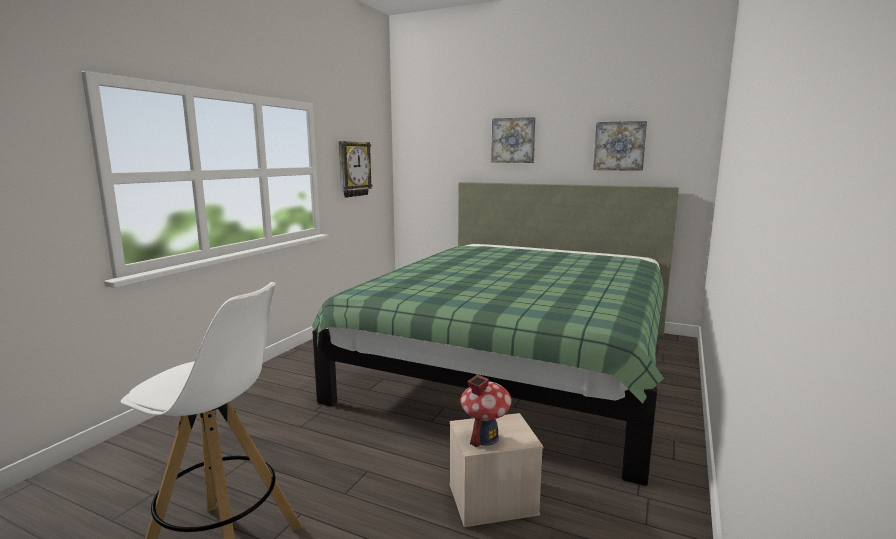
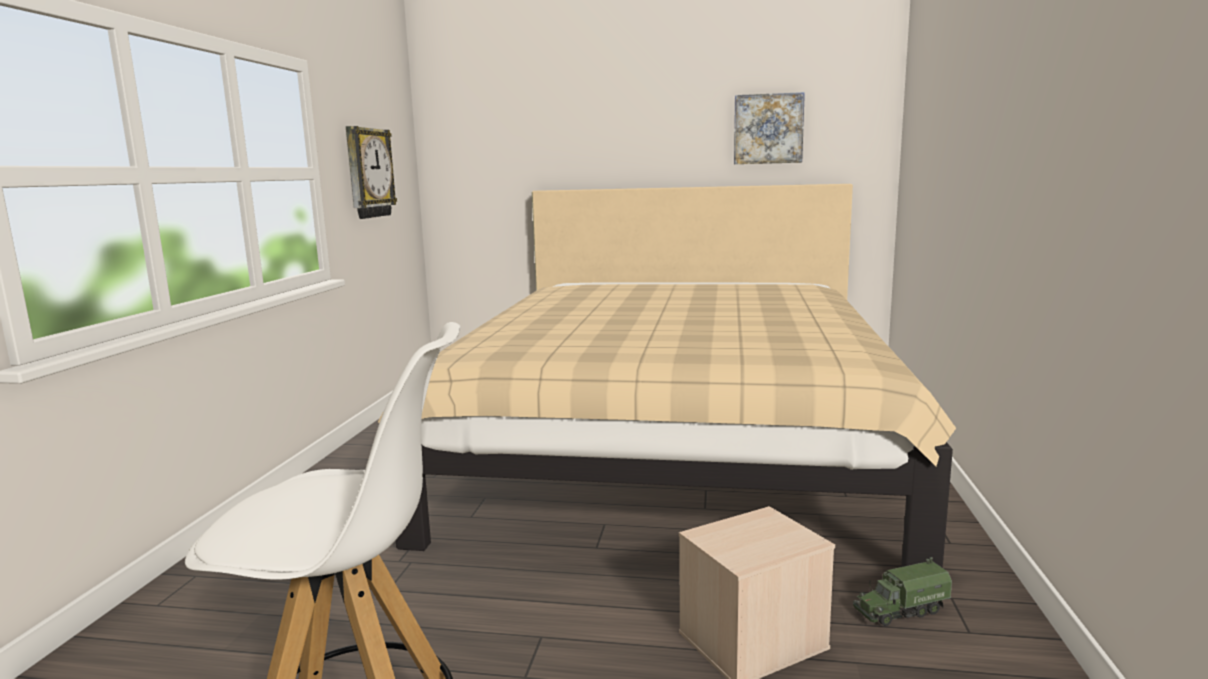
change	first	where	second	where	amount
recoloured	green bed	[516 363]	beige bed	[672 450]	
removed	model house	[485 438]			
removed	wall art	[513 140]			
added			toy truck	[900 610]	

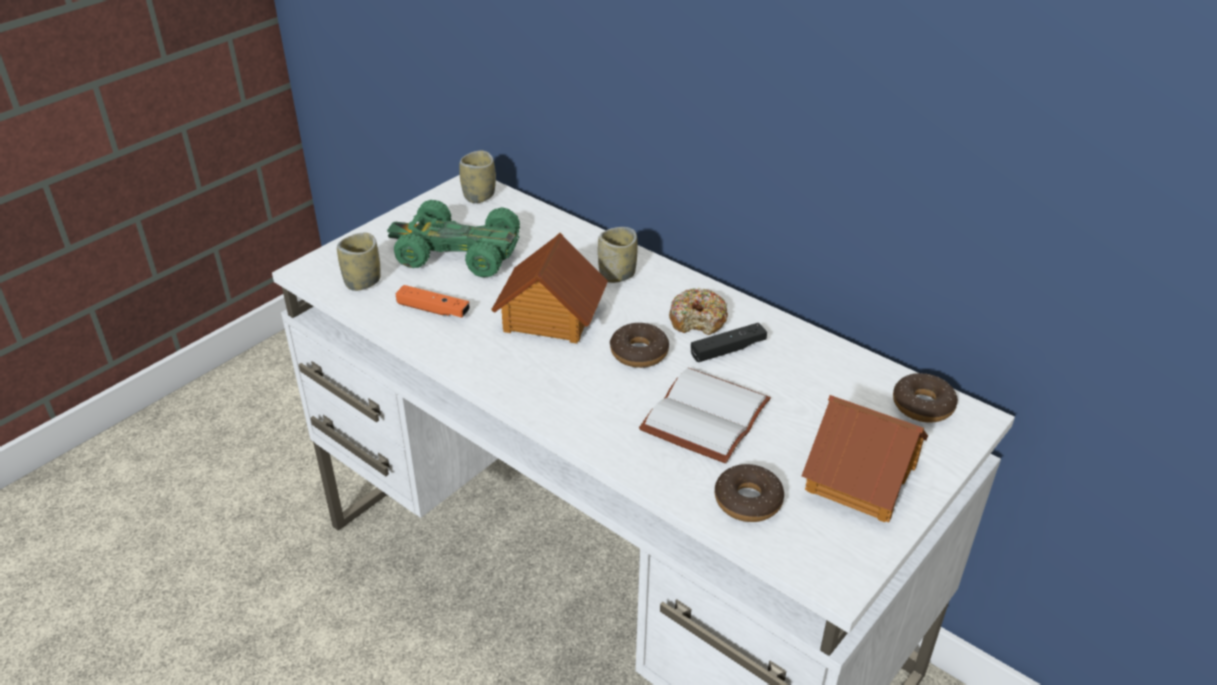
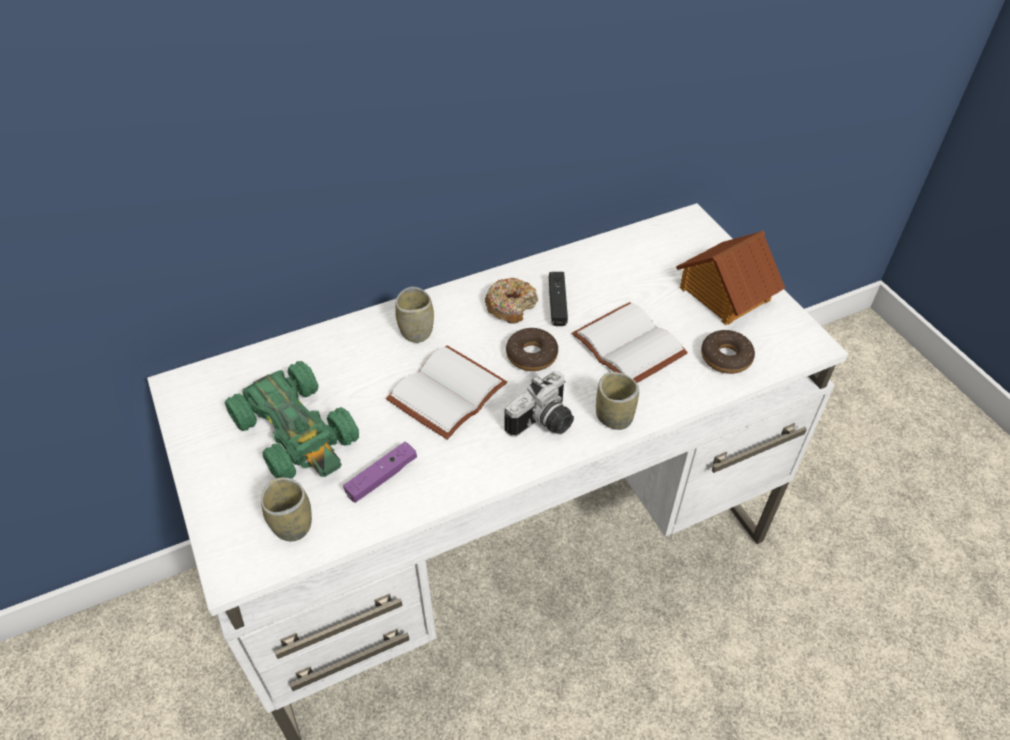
change	first	where	second	where	amount
turned	green model car	[456 252]		[297 432]	75 degrees counterclockwise
recoloured	orangey game controller	[433 309]	purple-coloured game controller	[381 477]	
moved	drinking cup	[479 196]		[614 417]	
replaced	model house	[549 317]	white-coloured book	[448 395]	
removed	donut	[922 405]			
added			photo camera	[544 423]	

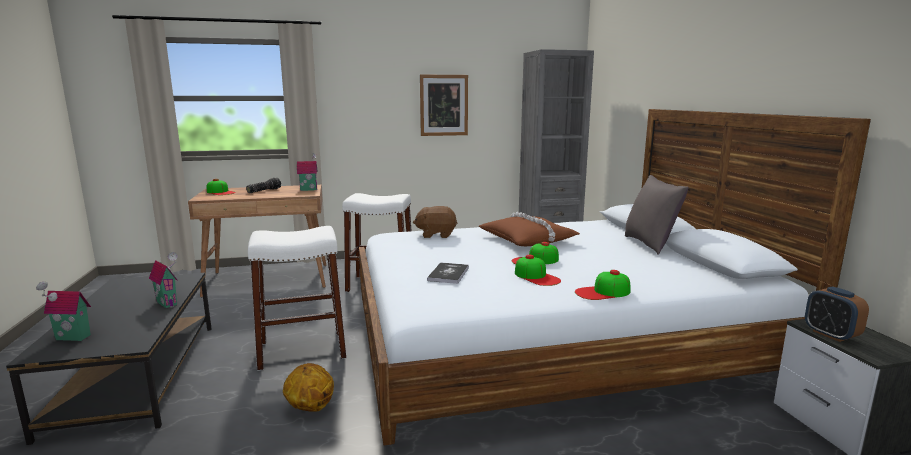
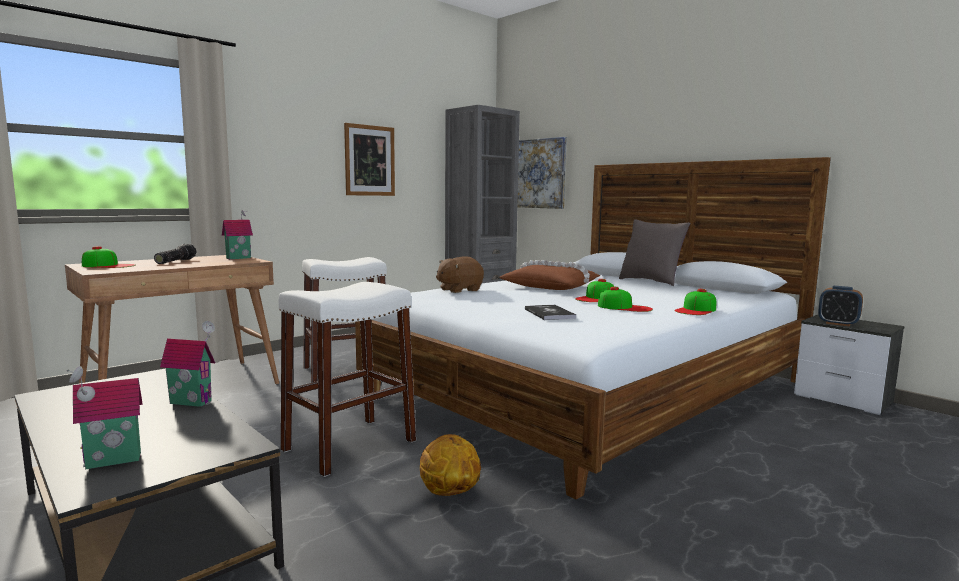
change	first	where	second	where	amount
added			wall art	[538 173]	

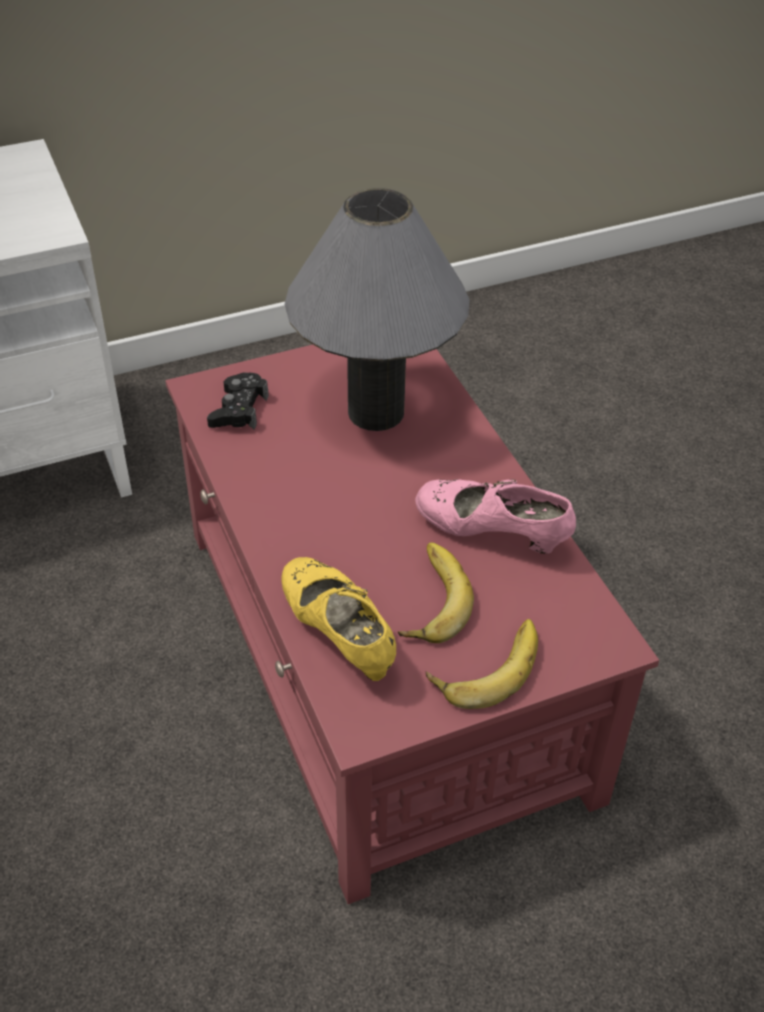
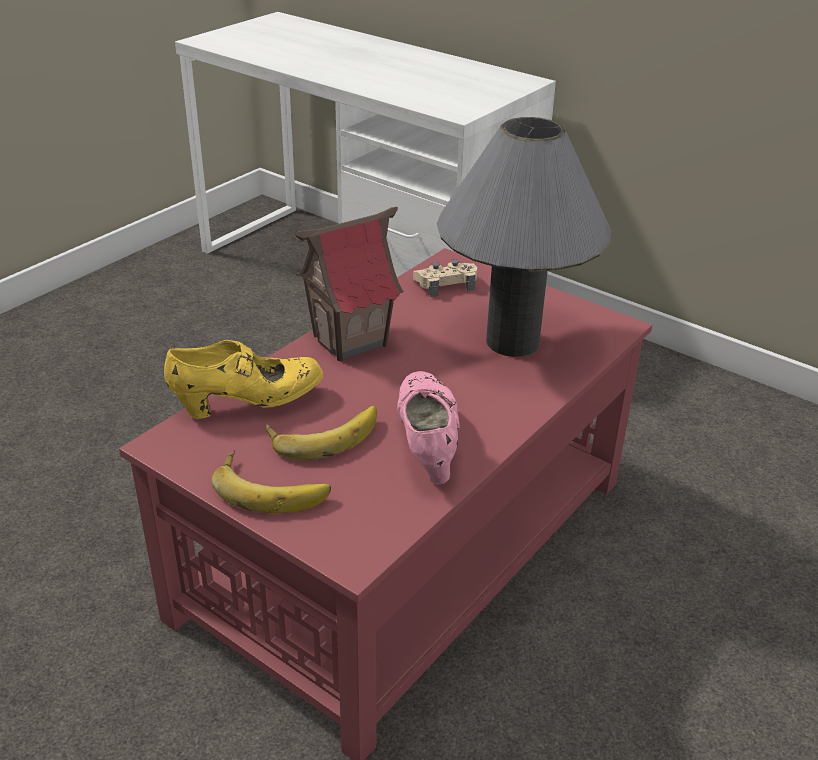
change	first	where	second	where	amount
recoloured	blackish game controller	[239 410]	beige game controller	[445 284]	
turned	yellow-coloured shoe	[338 637]		[249 403]	45 degrees clockwise
added			model house	[350 341]	

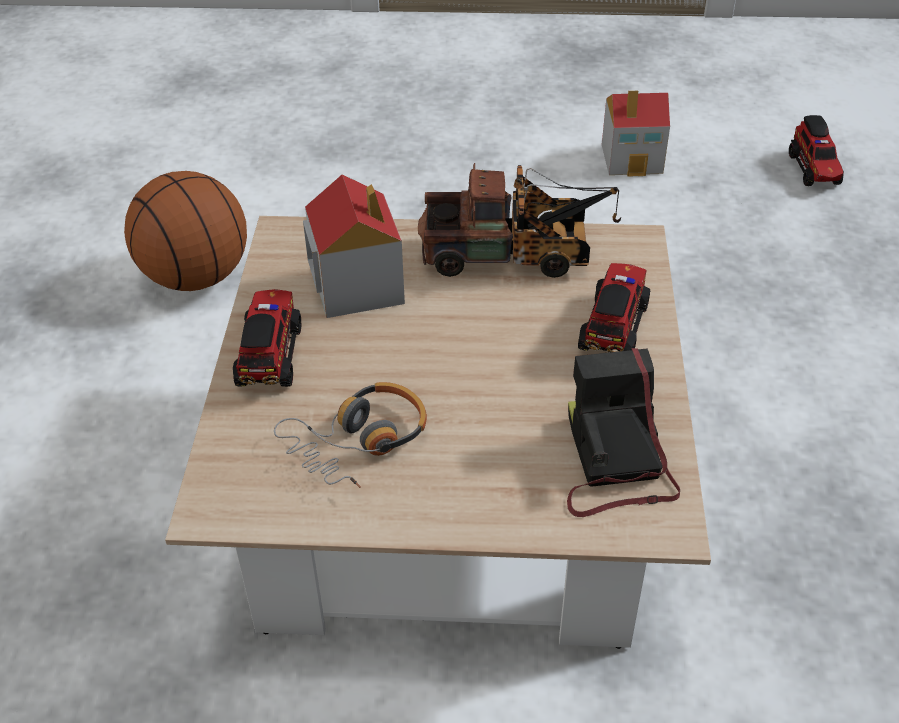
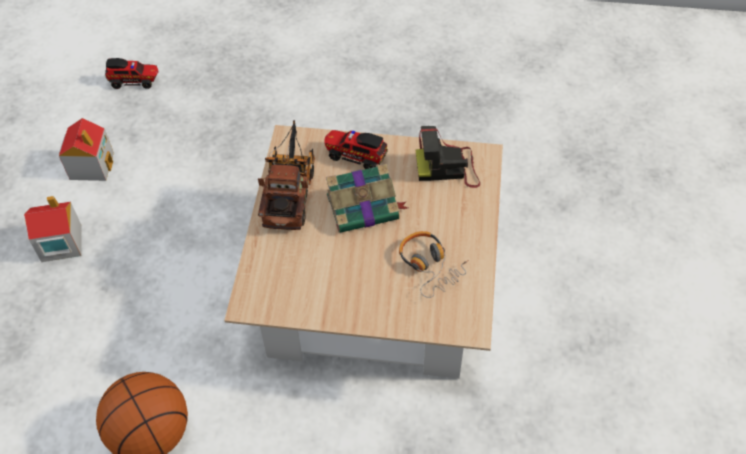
change	first	where	second	where	amount
removed	toy truck	[270 354]			
moved	model house	[357 285]		[60 243]	
added			book	[364 207]	

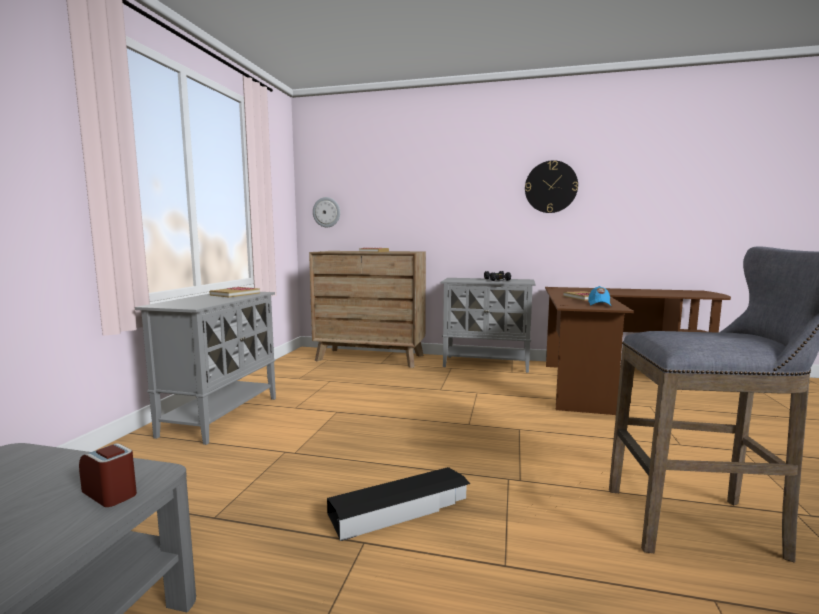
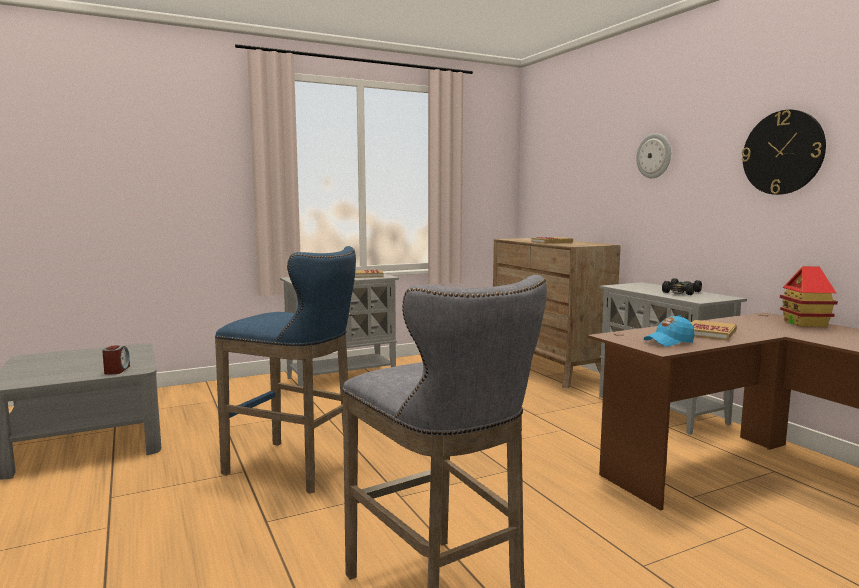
change	first	where	second	where	amount
moved	wall clock	[326 212]		[654 156]	
replaced	blackish storage container	[400 508]	blue sitting stool	[296 468]	
added			model house	[805 324]	

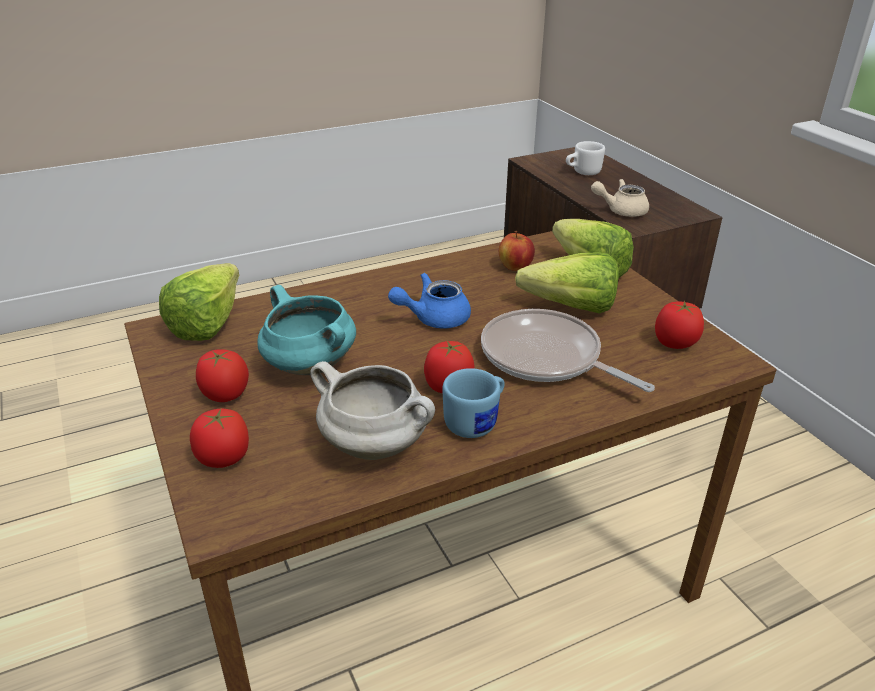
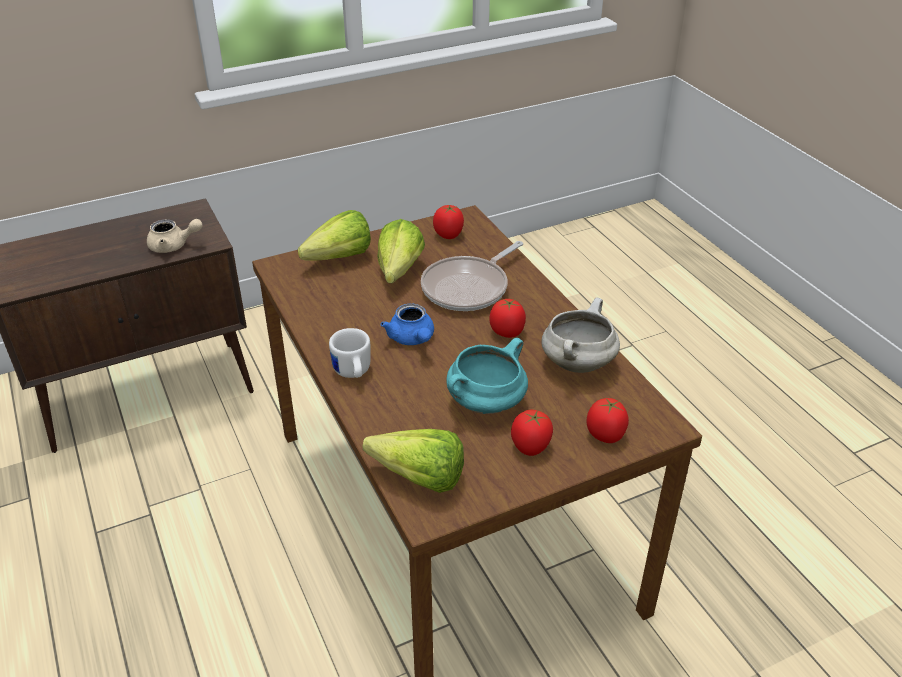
change	first	where	second	where	amount
removed	blue mug	[477 422]			
removed	whole apple	[515 267]			
moved	white-coloured mug	[582 172]		[352 373]	
turned	beige tea pot	[621 211]		[173 246]	90 degrees counterclockwise

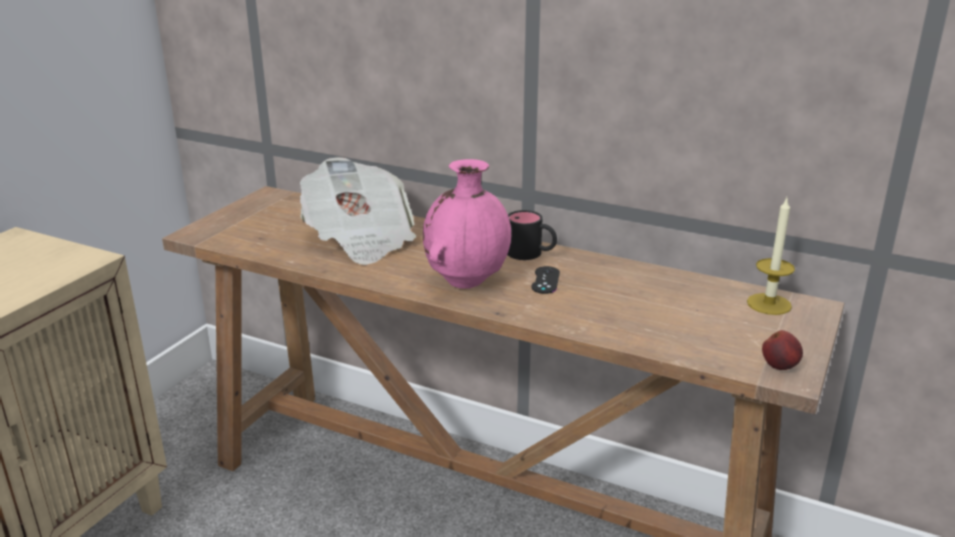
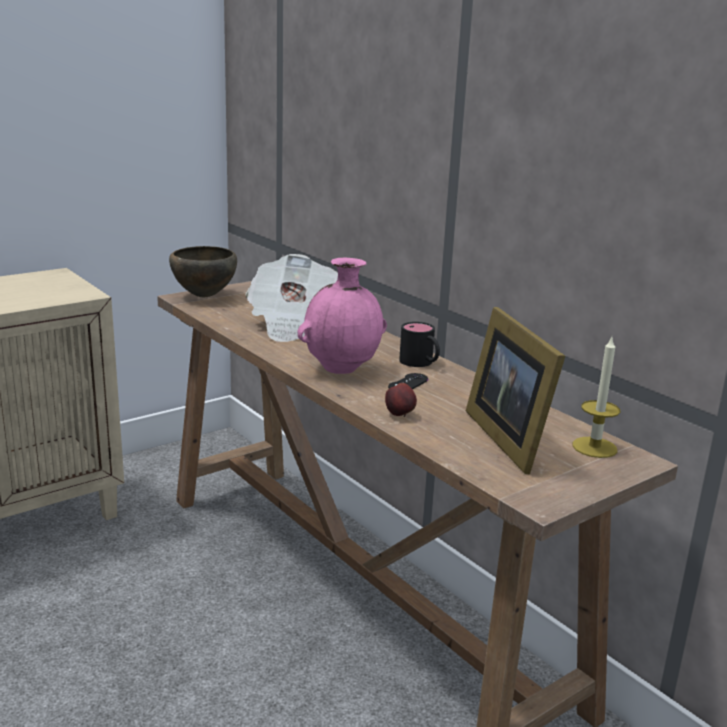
change	first	where	second	where	amount
moved	whole apple	[780 366]		[400 415]	
added			brownish deep dish	[203 296]	
added			standing frame	[510 437]	

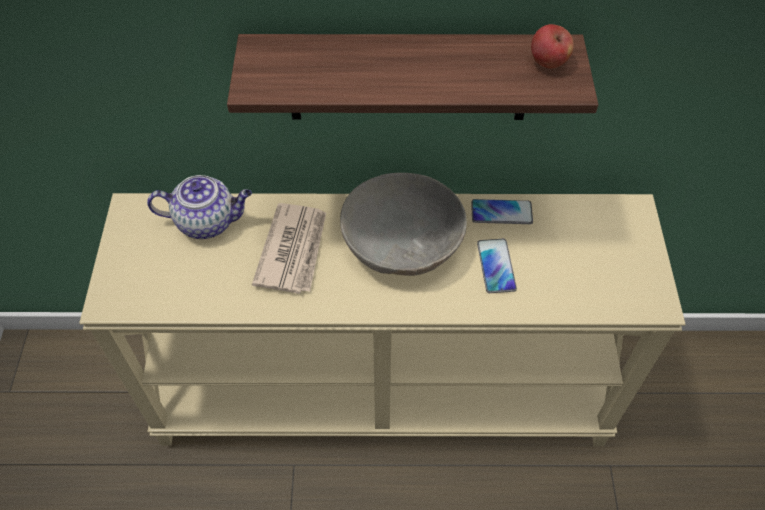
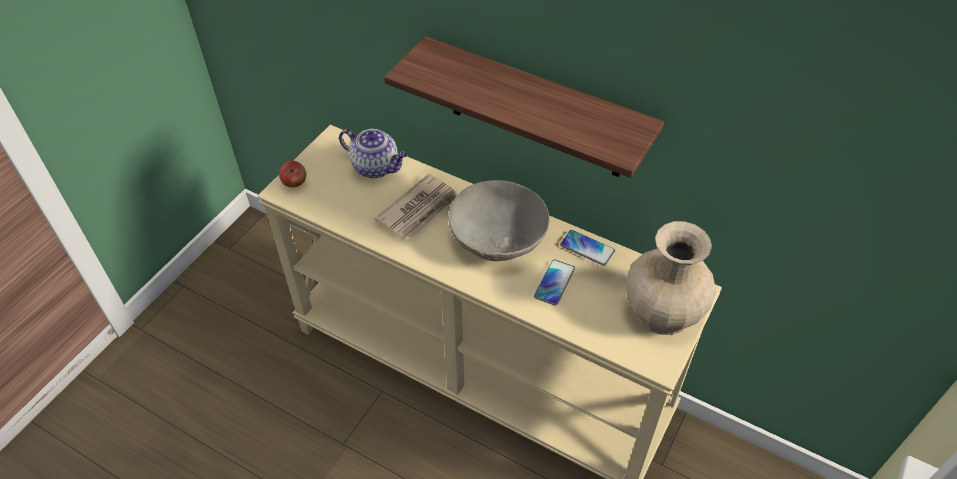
change	first	where	second	where	amount
moved	whole apple	[548 62]		[295 183]	
added			beige vase	[662 310]	

